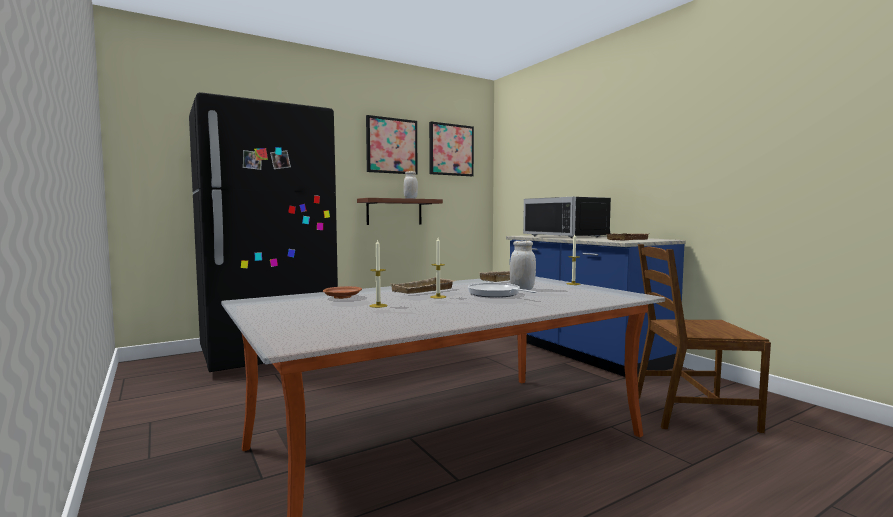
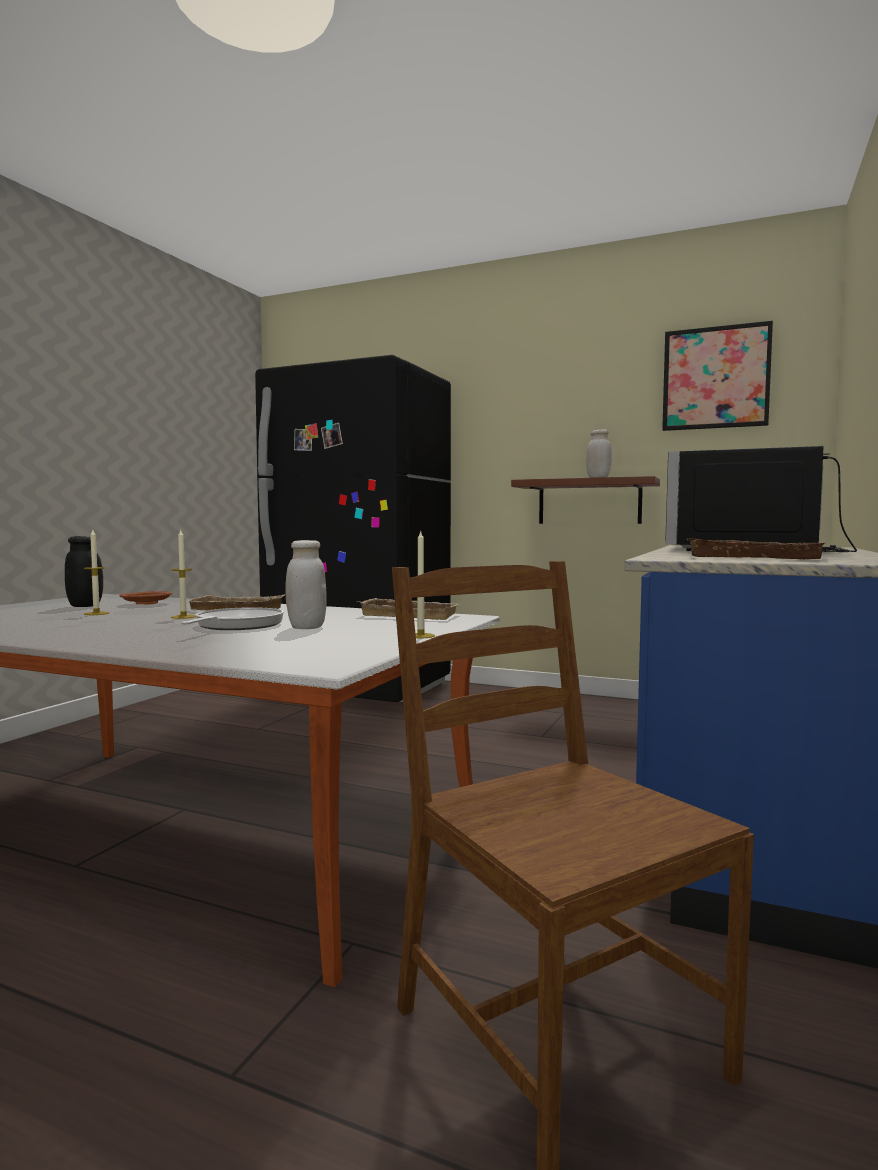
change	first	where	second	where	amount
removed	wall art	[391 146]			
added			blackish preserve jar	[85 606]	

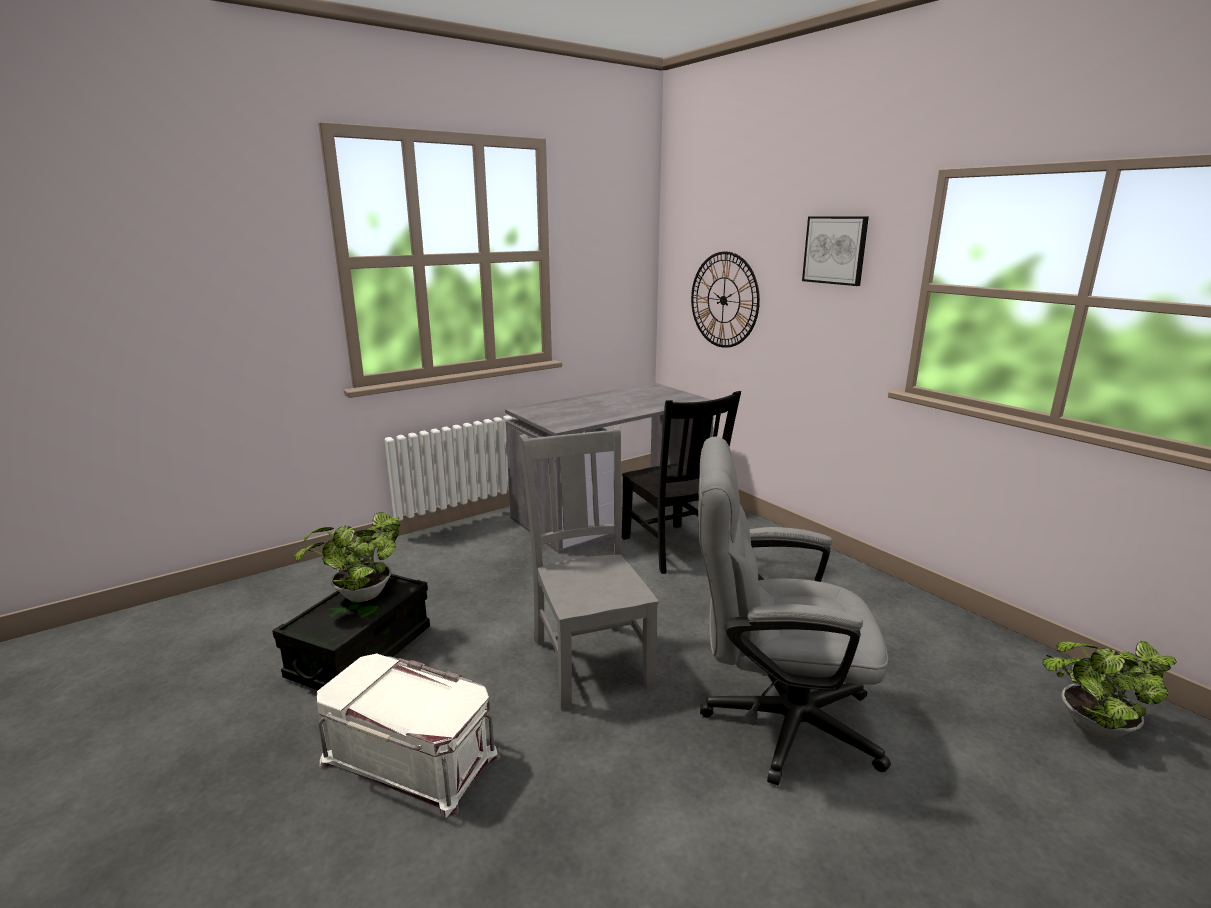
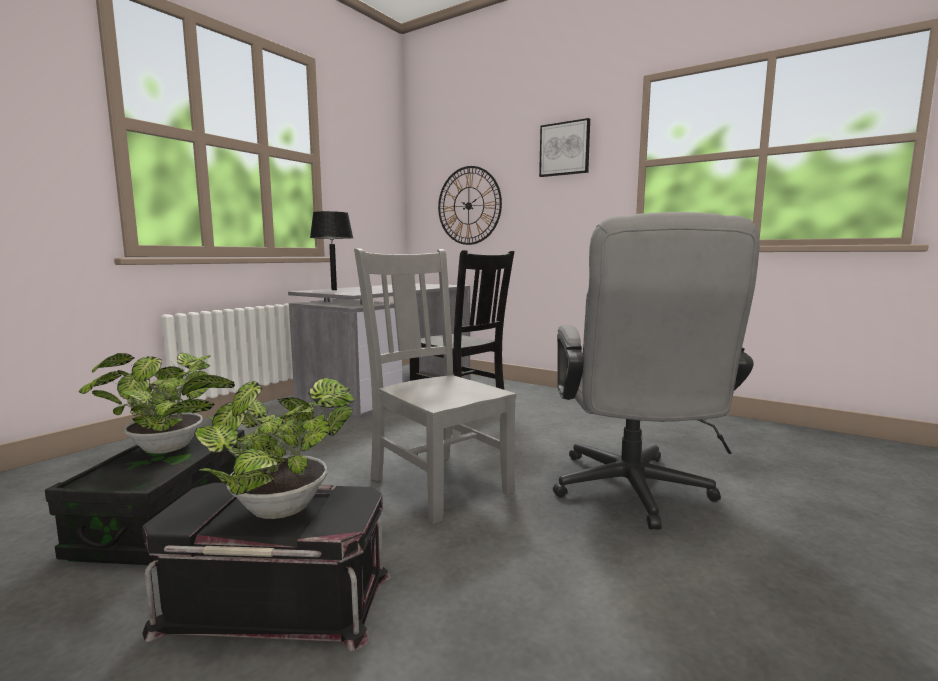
change	first	where	second	where	amount
recoloured	white-coloured storage container	[412 757]	blackish storage container	[278 600]	
turned	grey office chair	[773 720]		[633 494]	75 degrees counterclockwise
moved	plant in a pot	[1090 727]		[272 510]	
added			blackish table lamp	[334 290]	

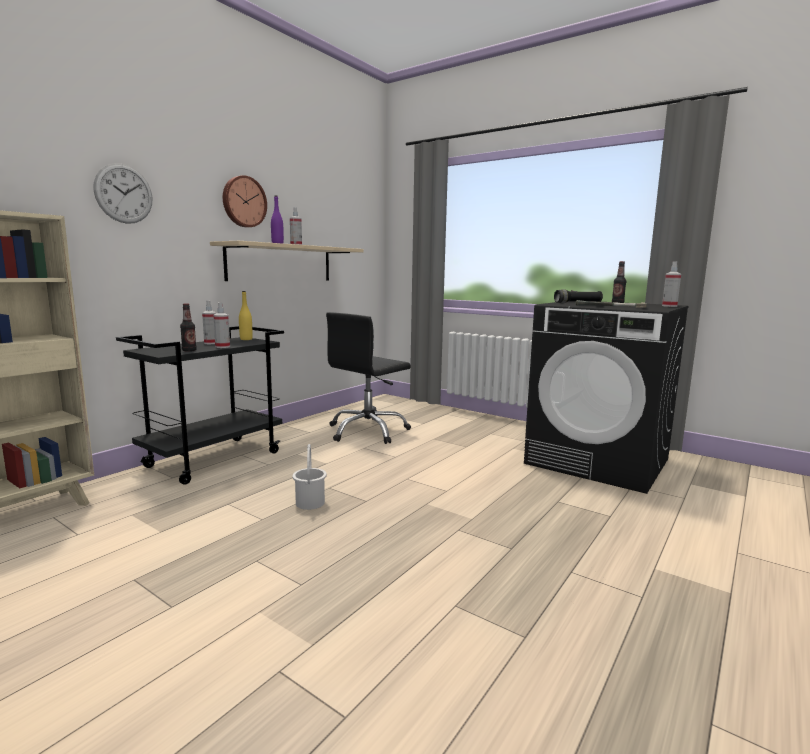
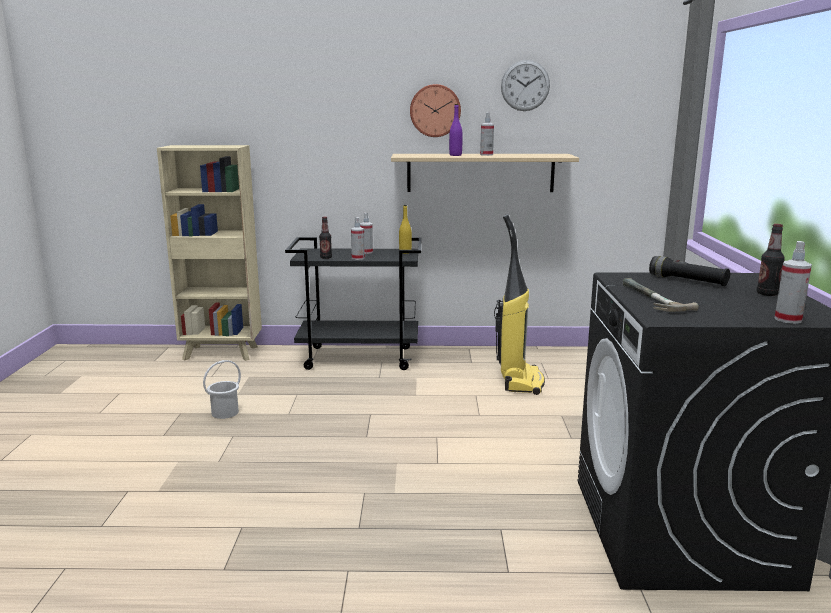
change	first	where	second	where	amount
moved	wall clock	[124 193]		[525 85]	
moved	white-coloured bucket	[310 503]		[225 413]	
replaced	blackish office chair	[368 431]	hoover	[520 381]	

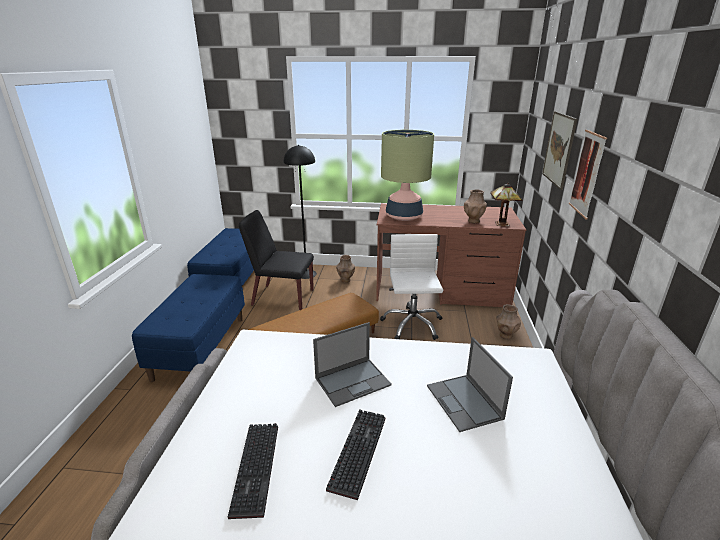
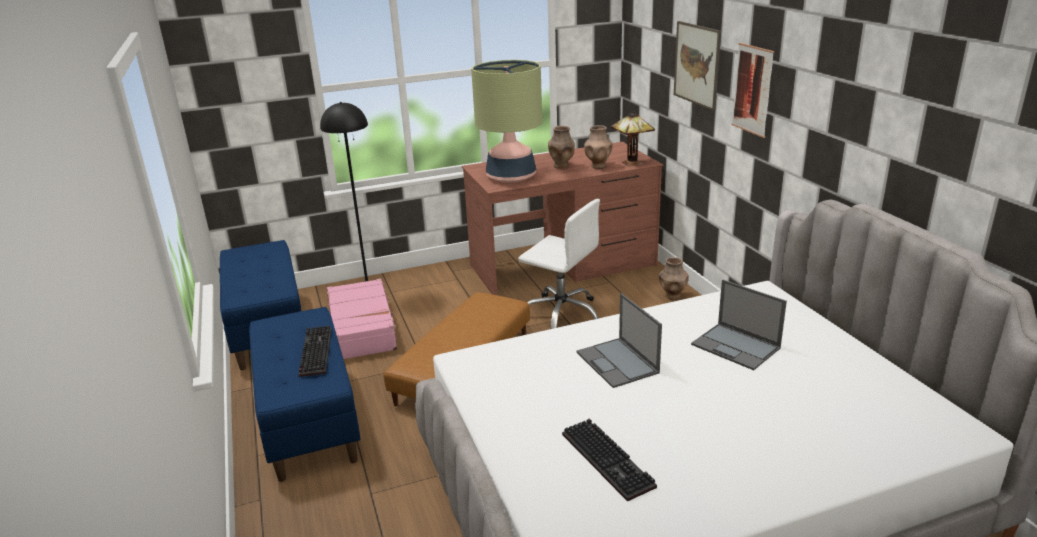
change	first	where	second	where	amount
replaced	blackish upright chair	[282 297]	pink-coloured piece of luggage	[363 329]	
turned	laptop	[353 381]		[618 363]	120 degrees clockwise
moved	computer keyboard	[356 450]		[314 352]	
moved	brownish vase	[345 280]		[561 166]	
turned	white-coloured office chair	[412 324]		[561 314]	150 degrees clockwise

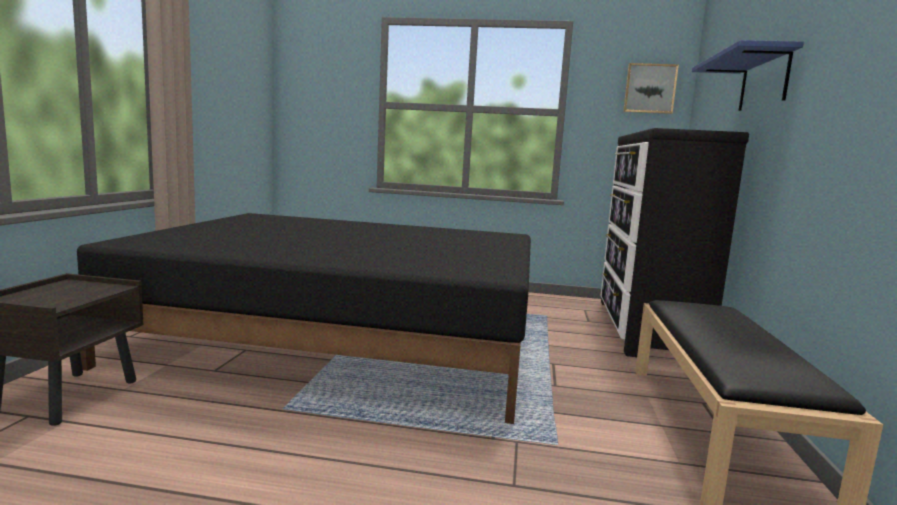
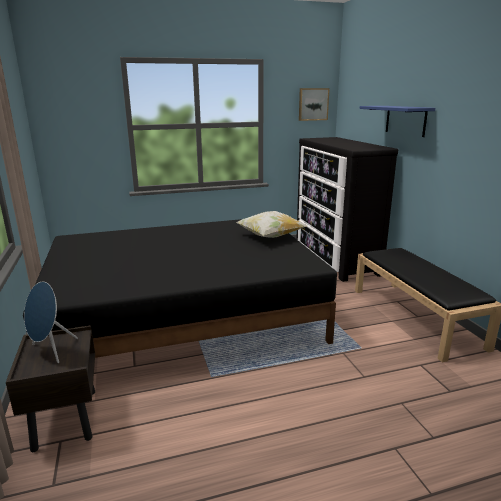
change	first	where	second	where	amount
added			blue loudspeaker	[51 351]	
added			throw pillow	[270 237]	

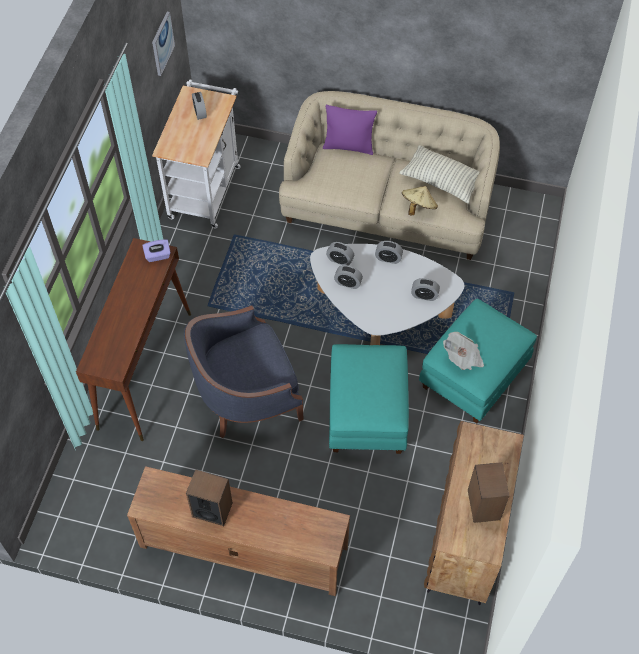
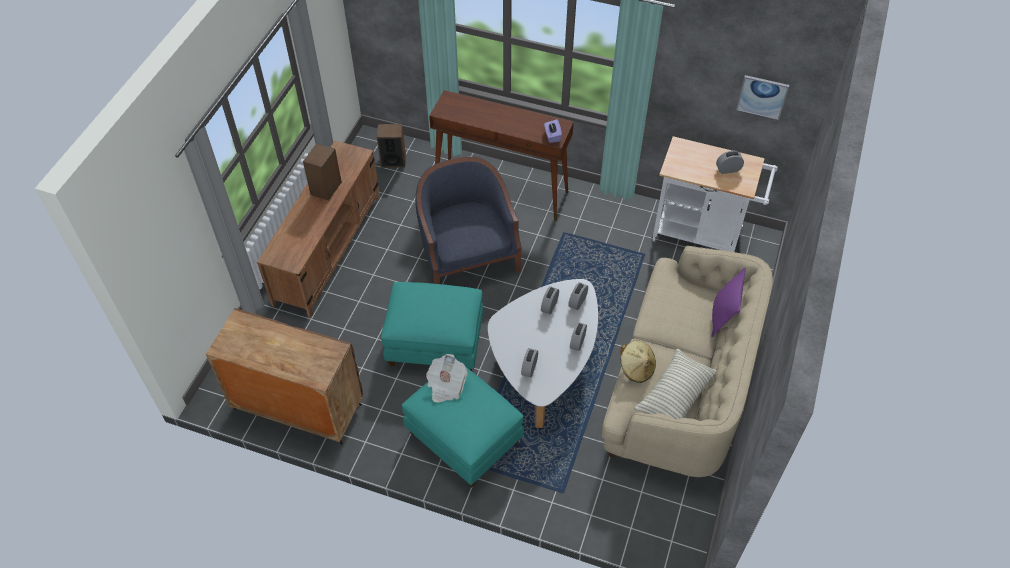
change	first	where	second	where	amount
moved	loudspeaker	[483 505]		[393 160]	

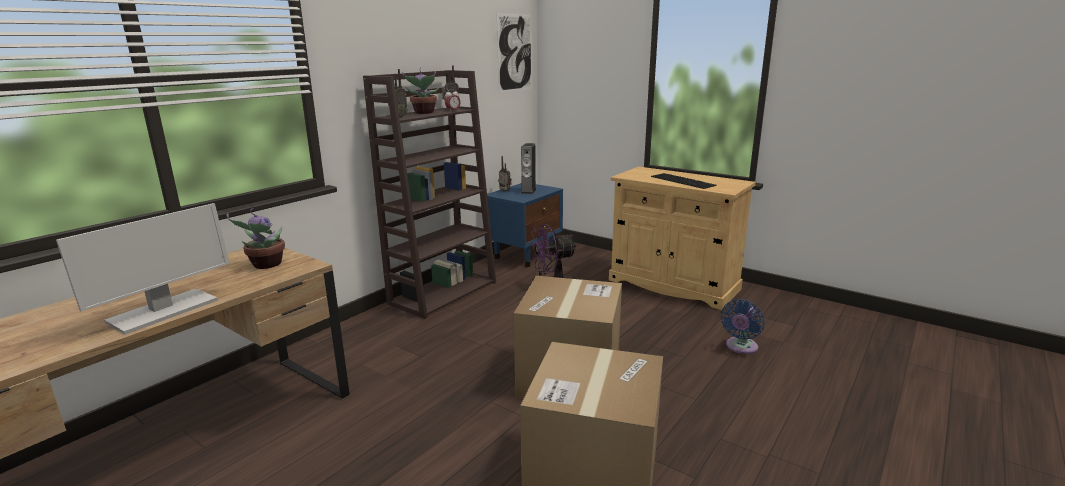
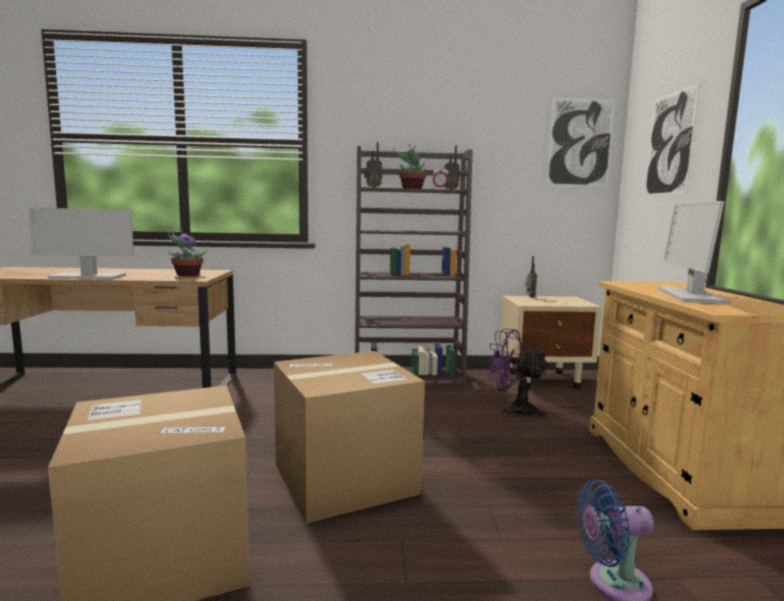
change	first	where	second	where	amount
recoloured	blue nightstand	[525 255]	beige nightstand	[544 380]	
removed	loudspeaker	[528 191]			
replaced	computer keyboard	[684 181]	monitor	[689 296]	
added			wall art	[669 144]	

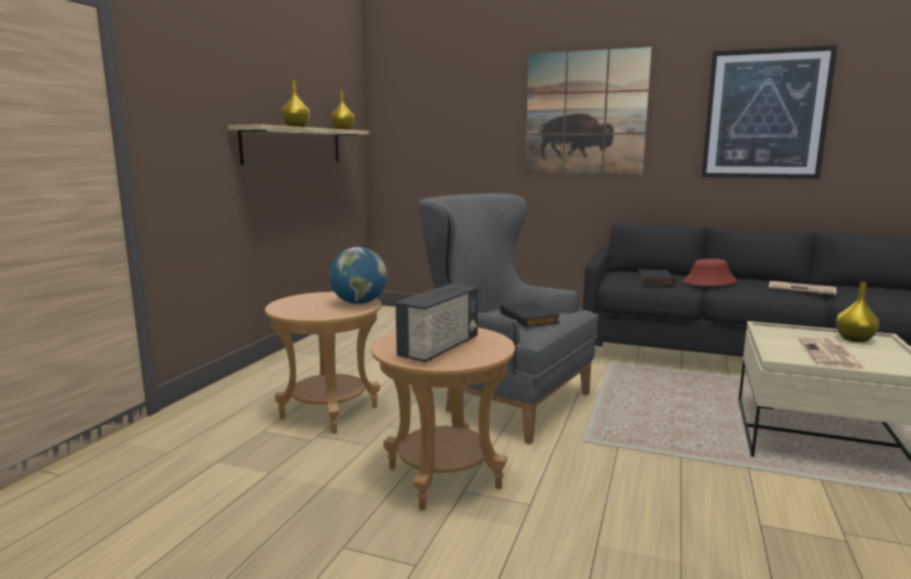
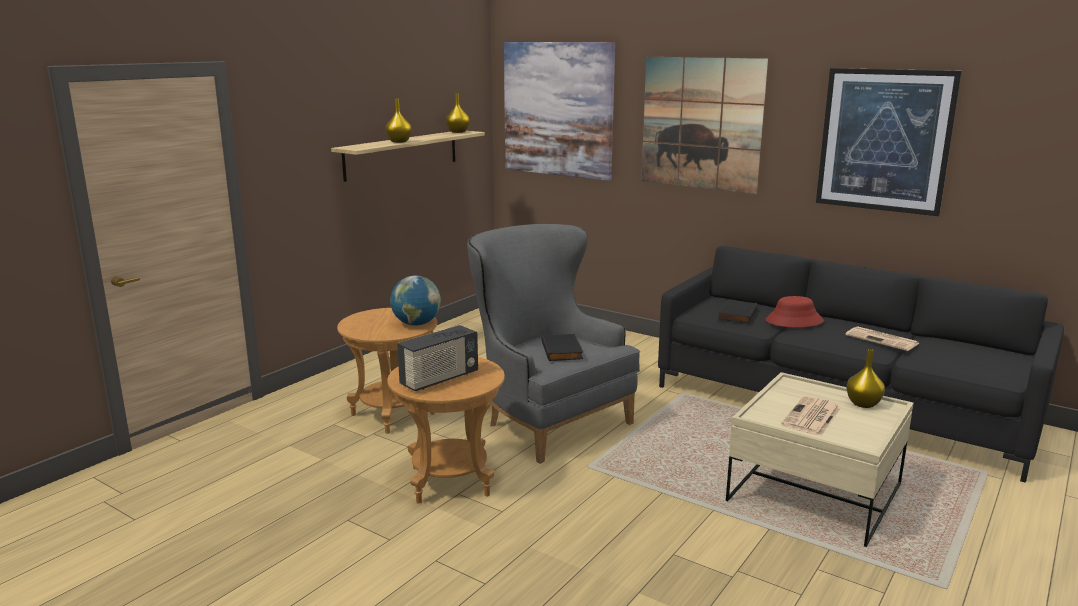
change	first	where	second	where	amount
added			wall art	[558 109]	

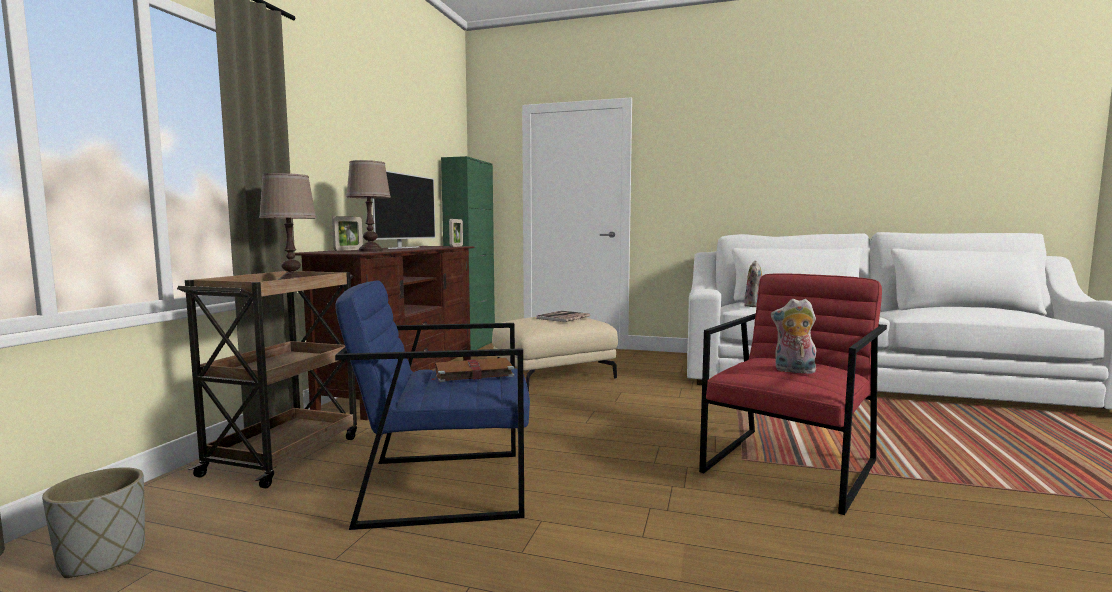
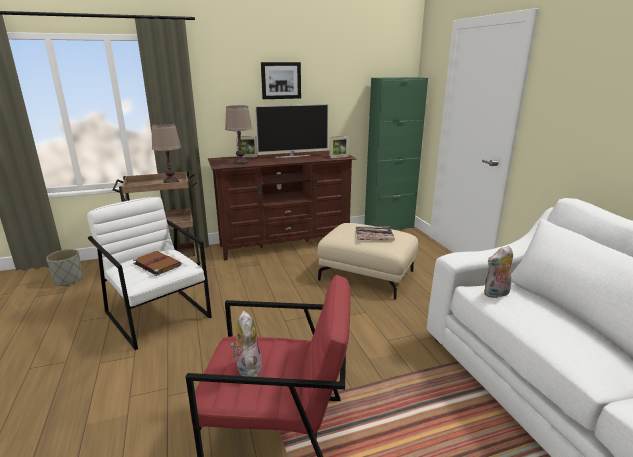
change	first	where	second	where	amount
recoloured	blue lounge chair	[444 486]	white-coloured lounge chair	[158 314]	
added			wall art	[281 80]	

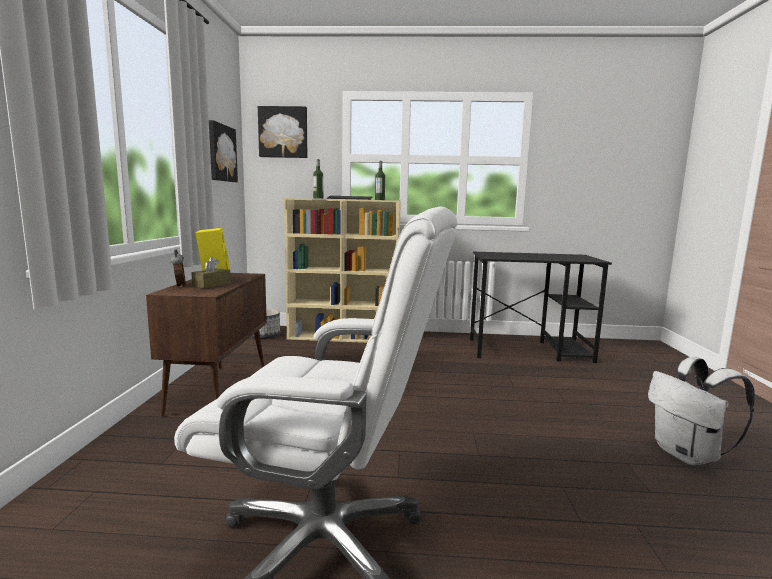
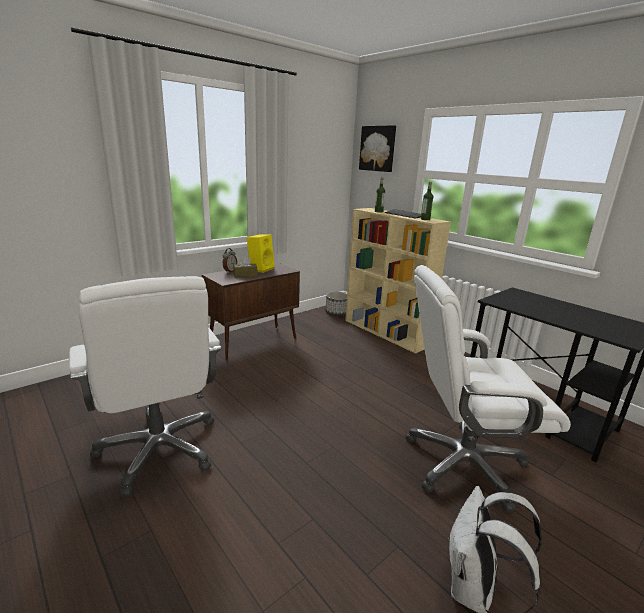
change	first	where	second	where	amount
removed	wall art	[221 153]			
added			white-coloured office chair	[463 463]	

